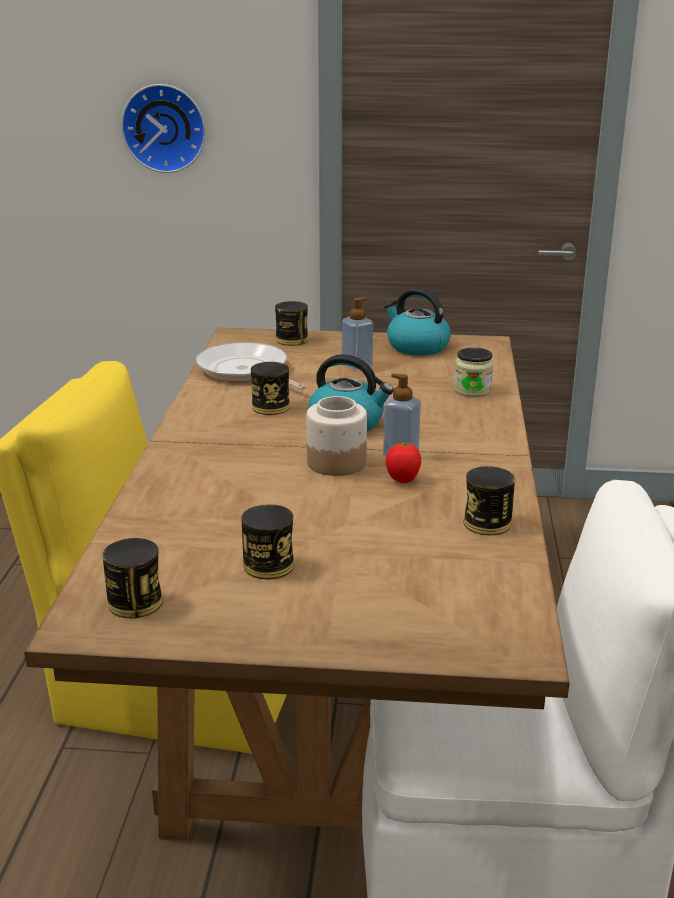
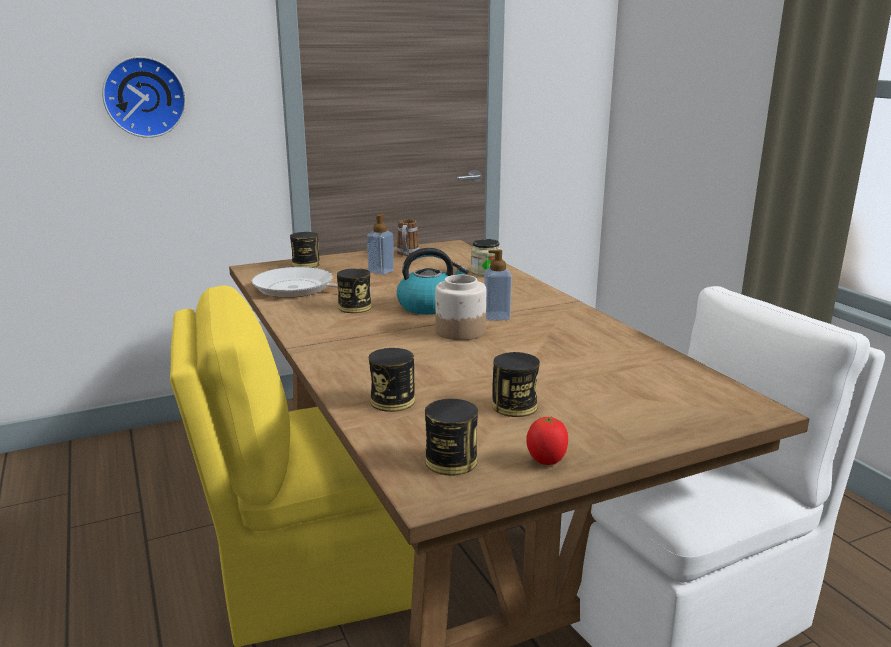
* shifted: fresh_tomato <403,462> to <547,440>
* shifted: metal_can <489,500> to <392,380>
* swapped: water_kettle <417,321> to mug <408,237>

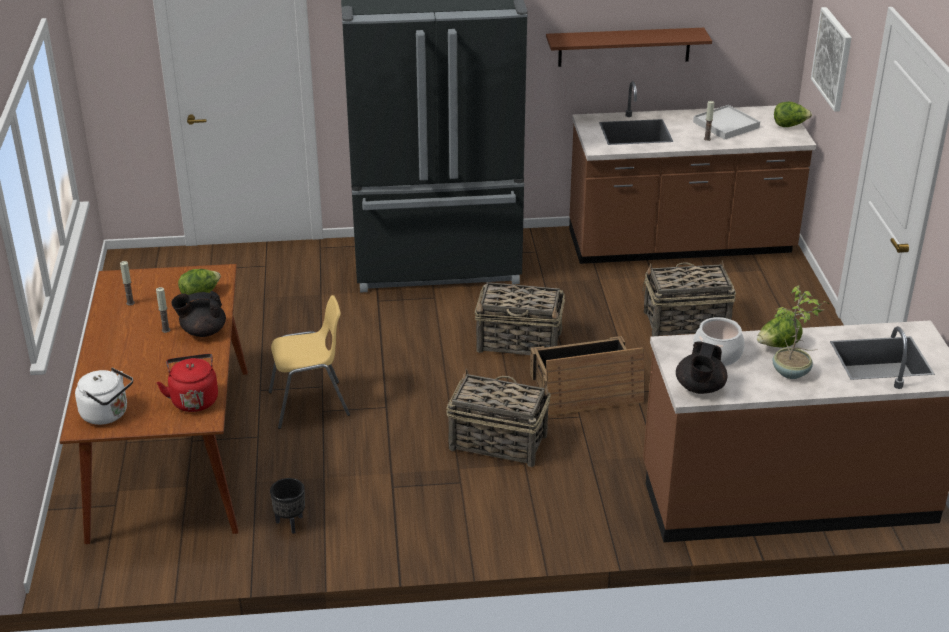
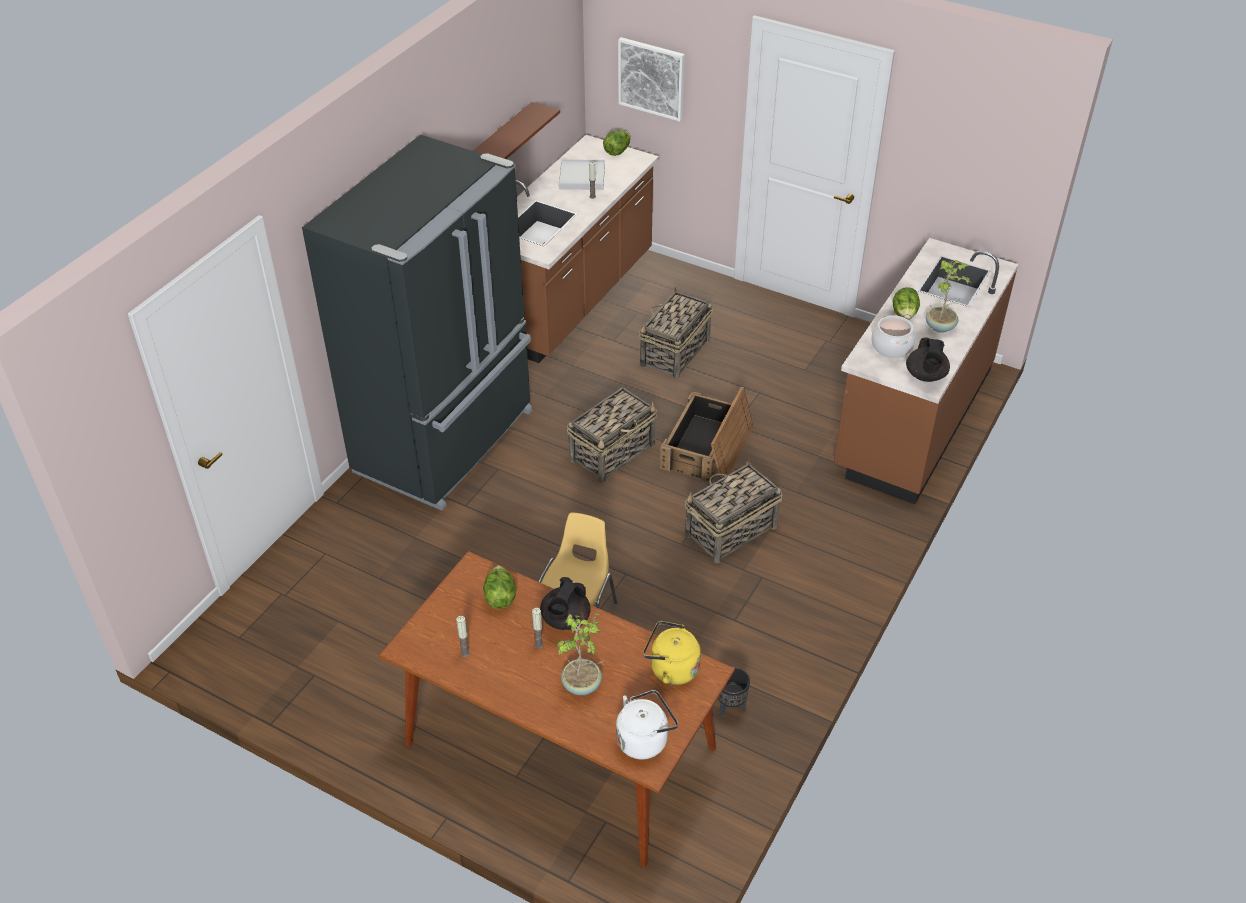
* new: potted_plant <579,654>
* repainted: red_water_kettle <187,383> to yellow_water_kettle <672,653>
* rotated: blackish_tea_pot <701,367> = <928,360> 45 degrees clockwise

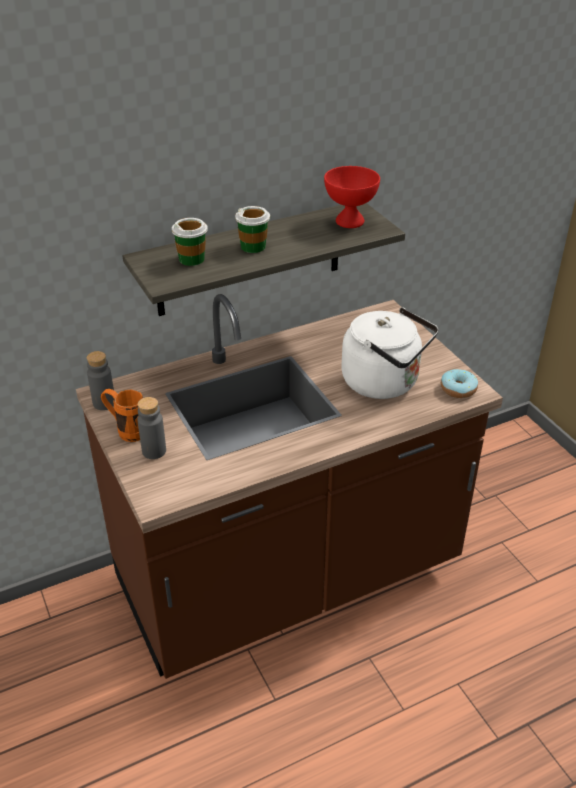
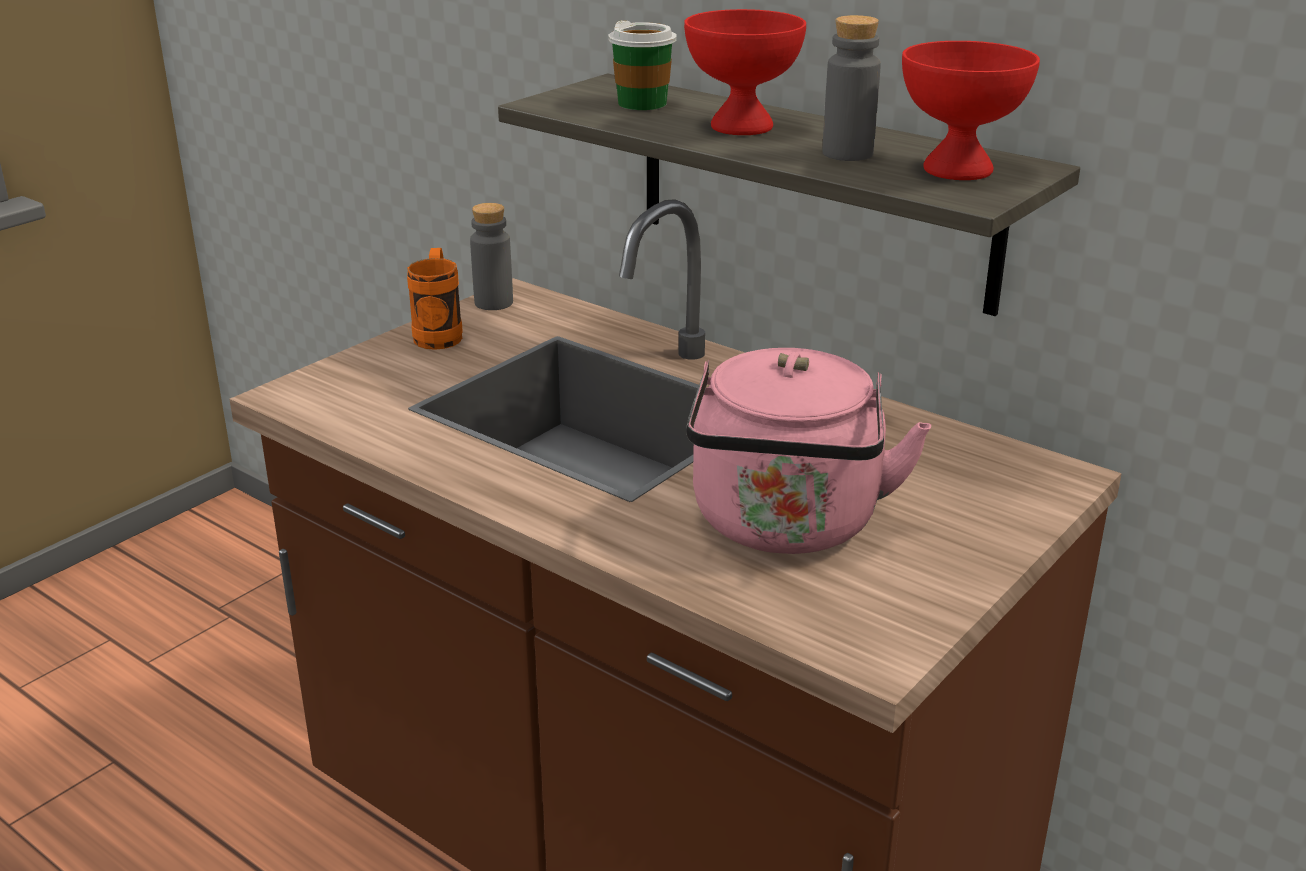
* gone: doughnut <459,383>
* shifted: grey_beverage_bottle <151,428> to <852,88>
* swapped: cup <252,229> to red_deep_dish <745,72>
* repainted: white-coloured_water_kettle <390,353> to pink-coloured_water_kettle <808,451>

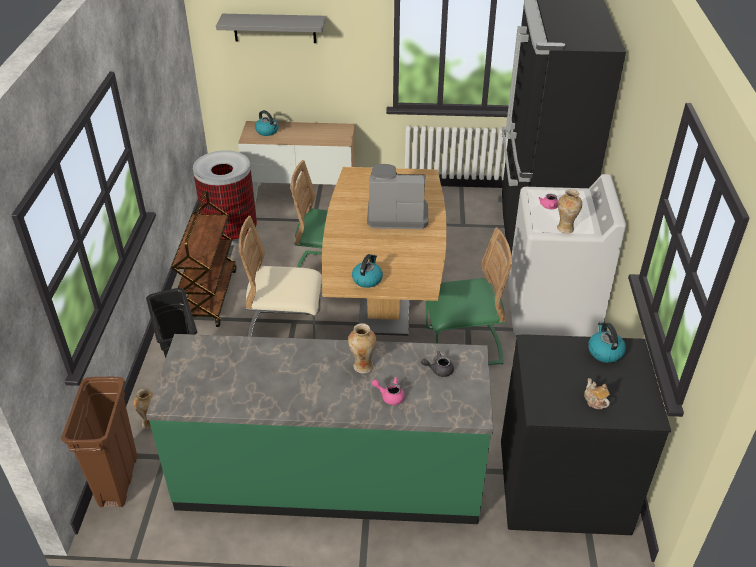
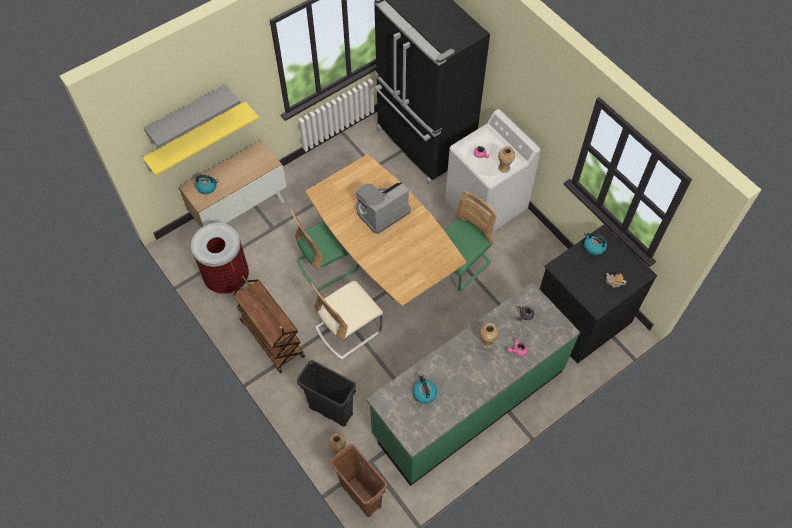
* new: yellow_shelf <200,138>
* shifted: water_kettle <367,271> to <425,389>

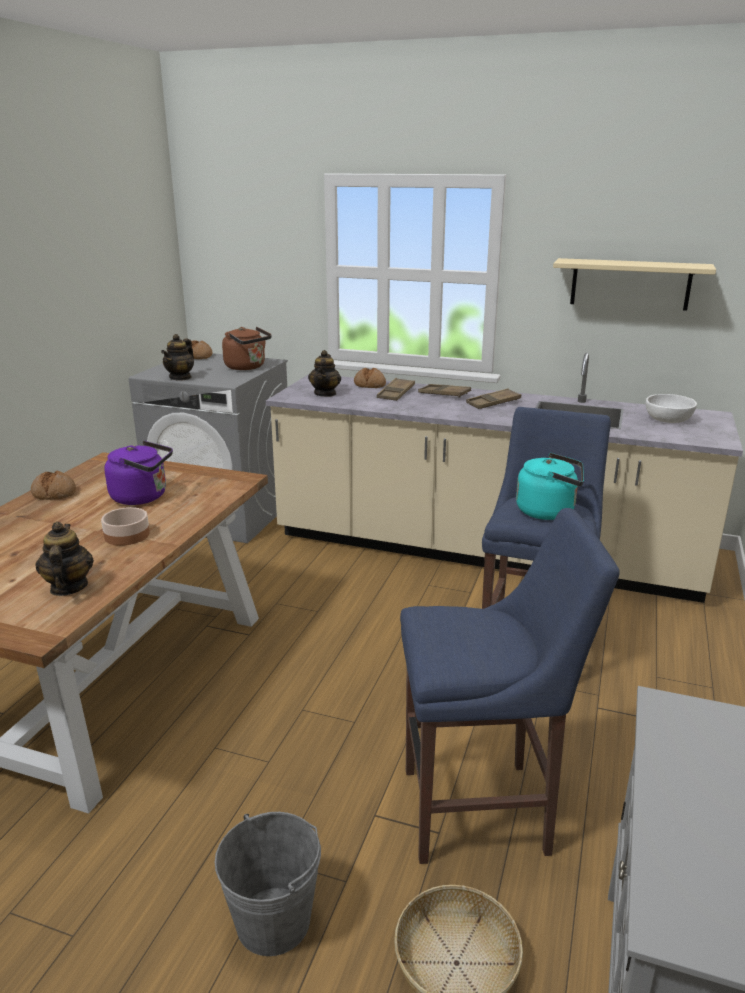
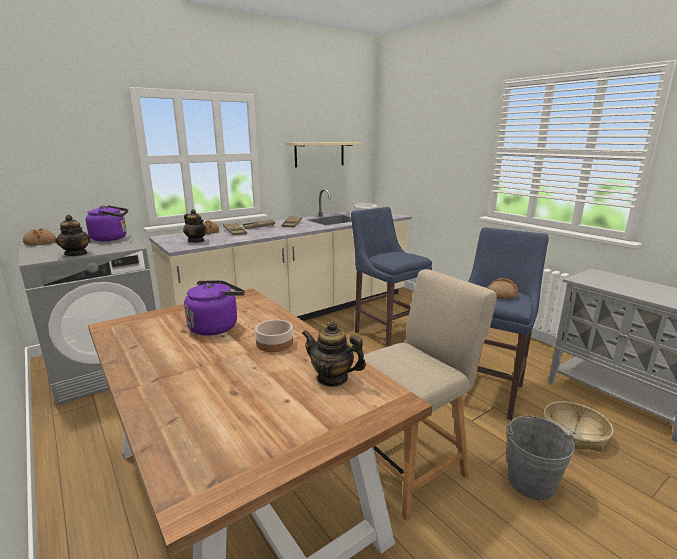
* gone: turquoise_water_kettle <550,486>
* new: sand-coloured_upright_chair <421,395>
* shifted: bakery_bread <53,485> to <502,288>
* repainted: brown-coloured_water_kettle <247,348> to purple_water_kettle <106,223>

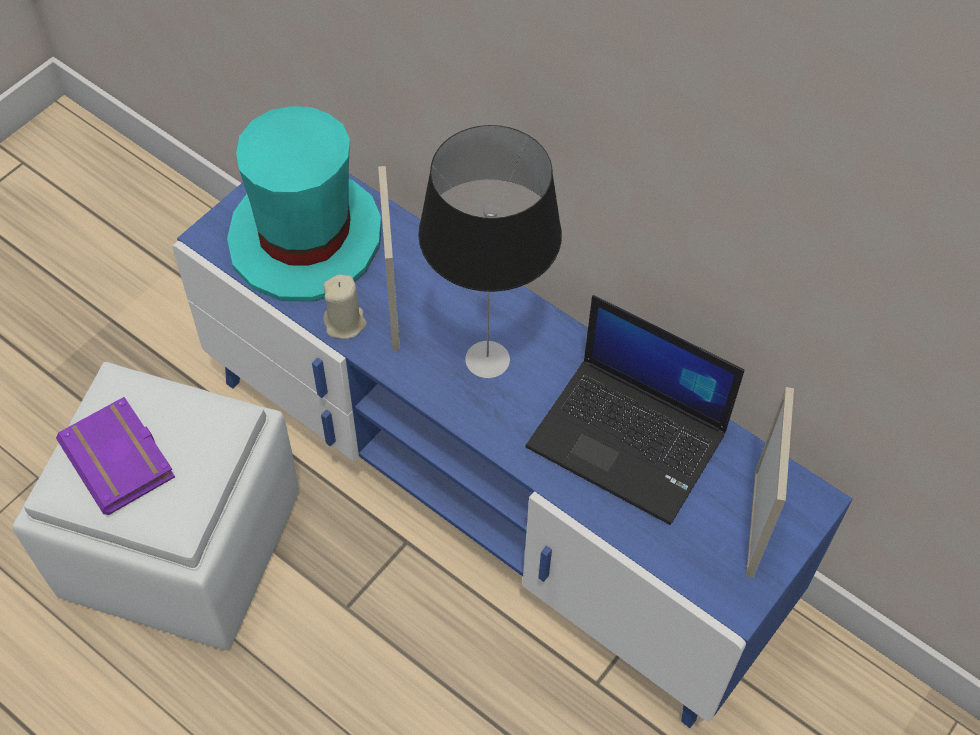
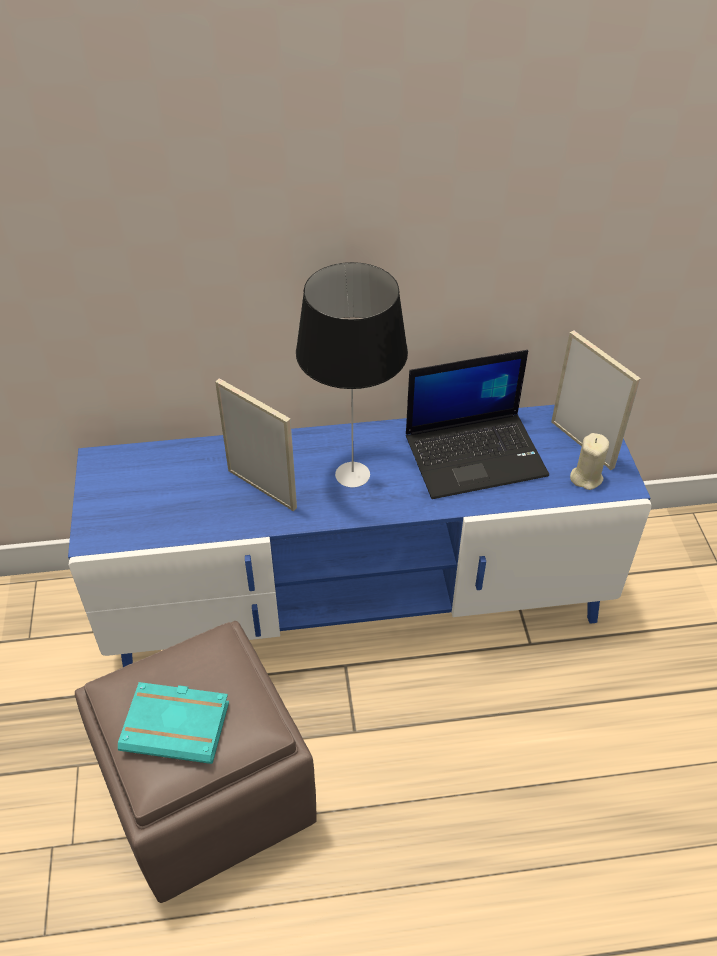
* gone: turquoise_clothing_hat <304,204>
* shifted: sand-coloured_candle <345,306> to <589,461>
* repainted: white-coloured_footrest <155,506> to brown-coloured_footrest <196,762>
* repainted: purple_book <115,456> to turquoise_book <173,723>

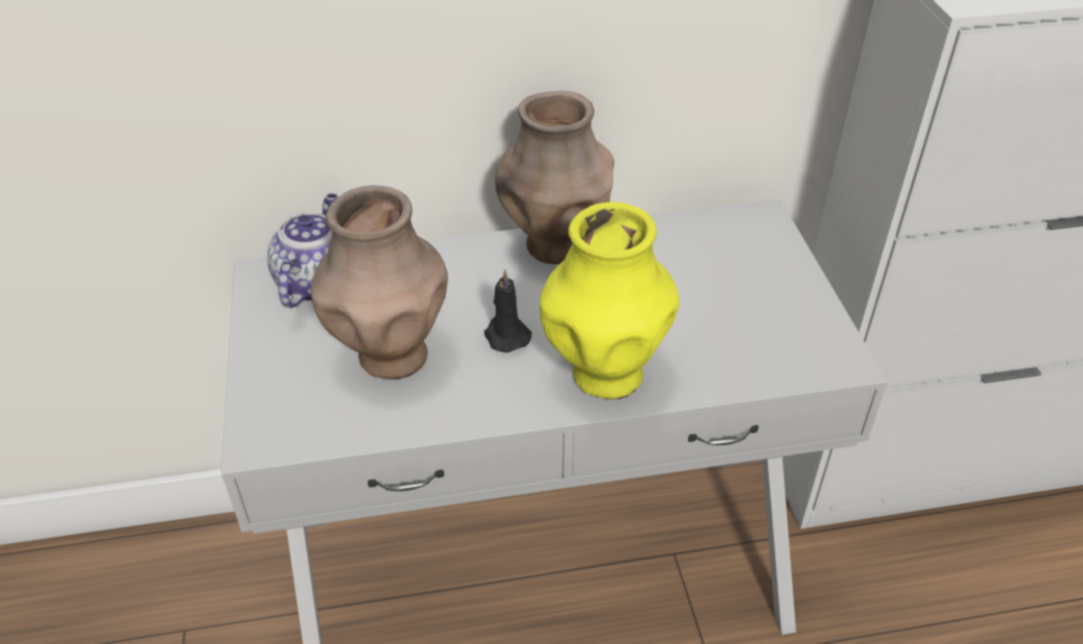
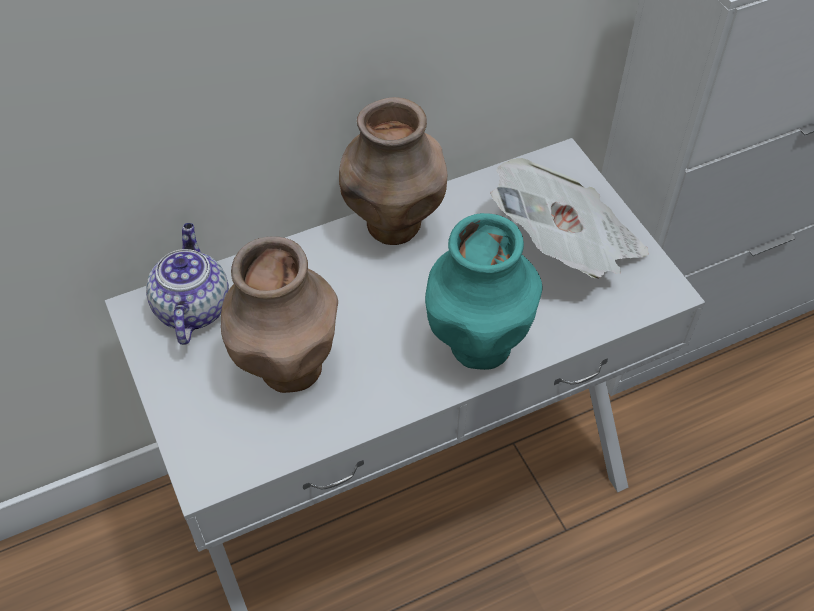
* gone: blackish_candle <508,311>
* new: printed_paper <569,218>
* repainted: yellow_decorative_vase <609,300> to turquoise_decorative_vase <484,291>

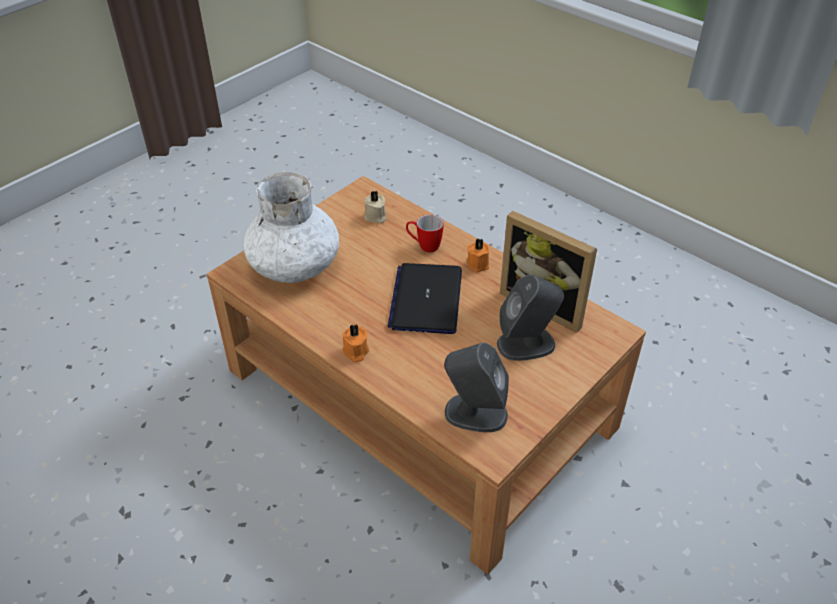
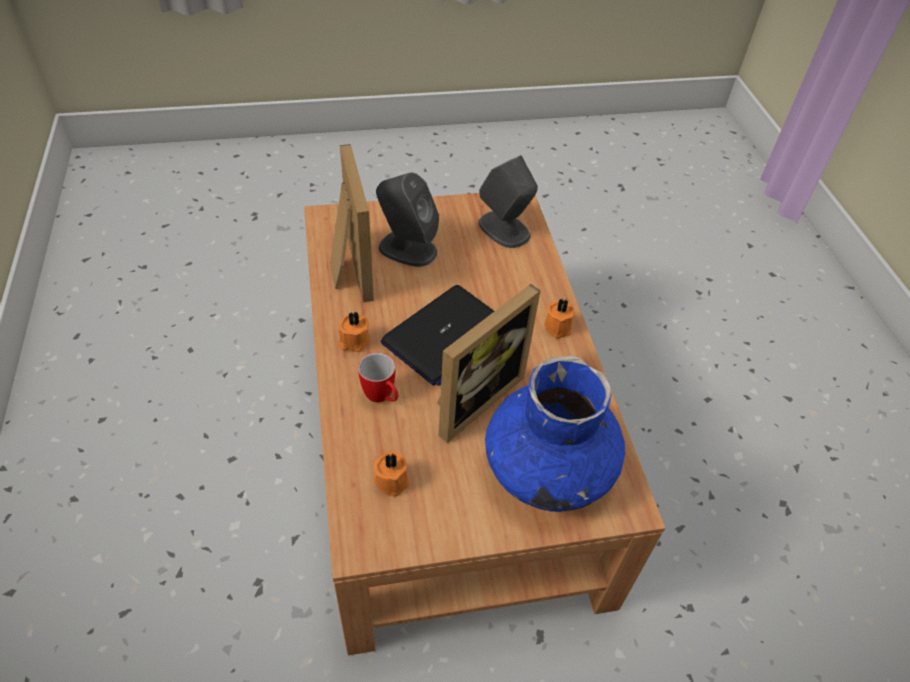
* new: standing_frame <489,363>
* repainted: white-coloured_decorative_vase <291,227> to blue-coloured_decorative_vase <555,433>
* repainted: sand-coloured_candle <375,207> to orange-coloured_candle <392,474>

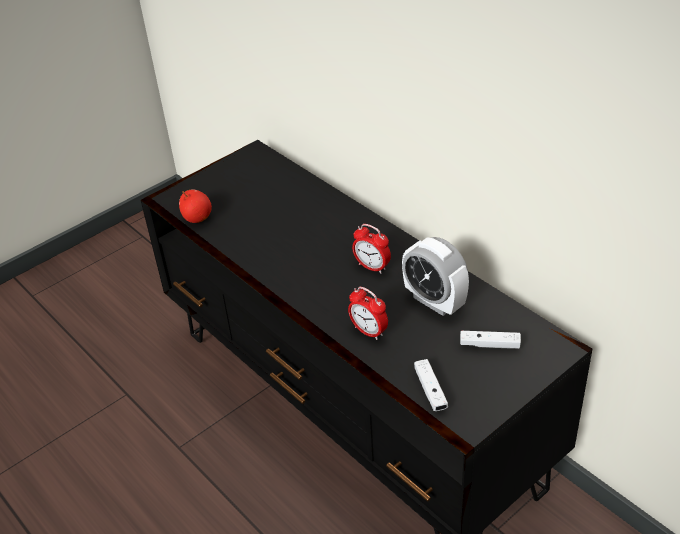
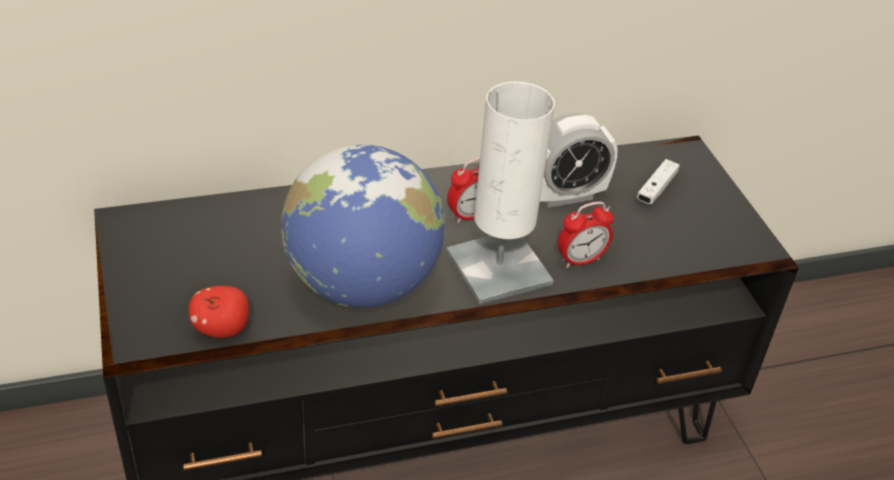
* gone: white-coloured_gamepad <431,385>
* new: globe <363,225>
* new: white-coloured_tabletop_lamp <500,192>

